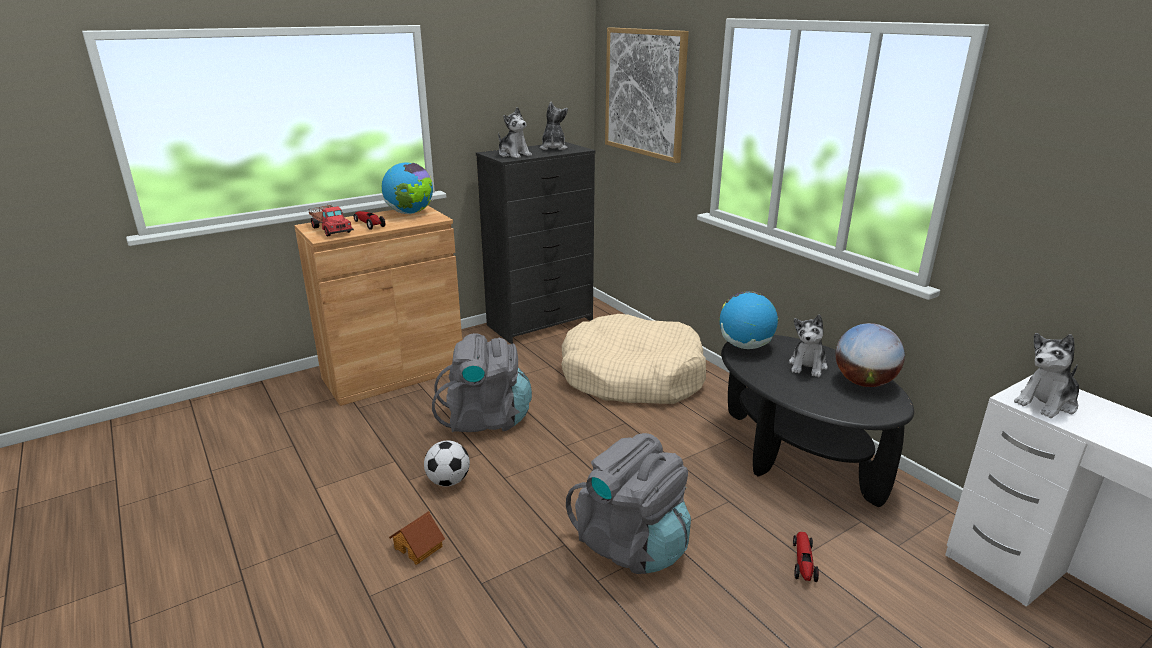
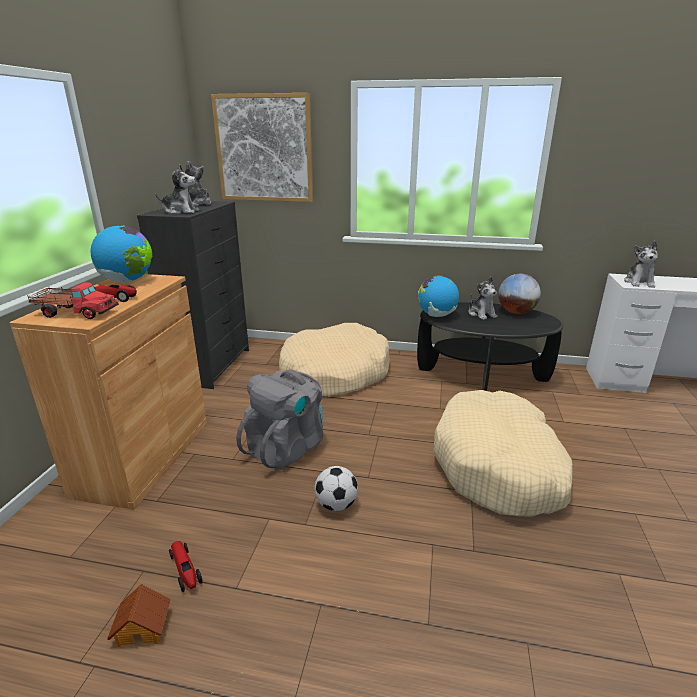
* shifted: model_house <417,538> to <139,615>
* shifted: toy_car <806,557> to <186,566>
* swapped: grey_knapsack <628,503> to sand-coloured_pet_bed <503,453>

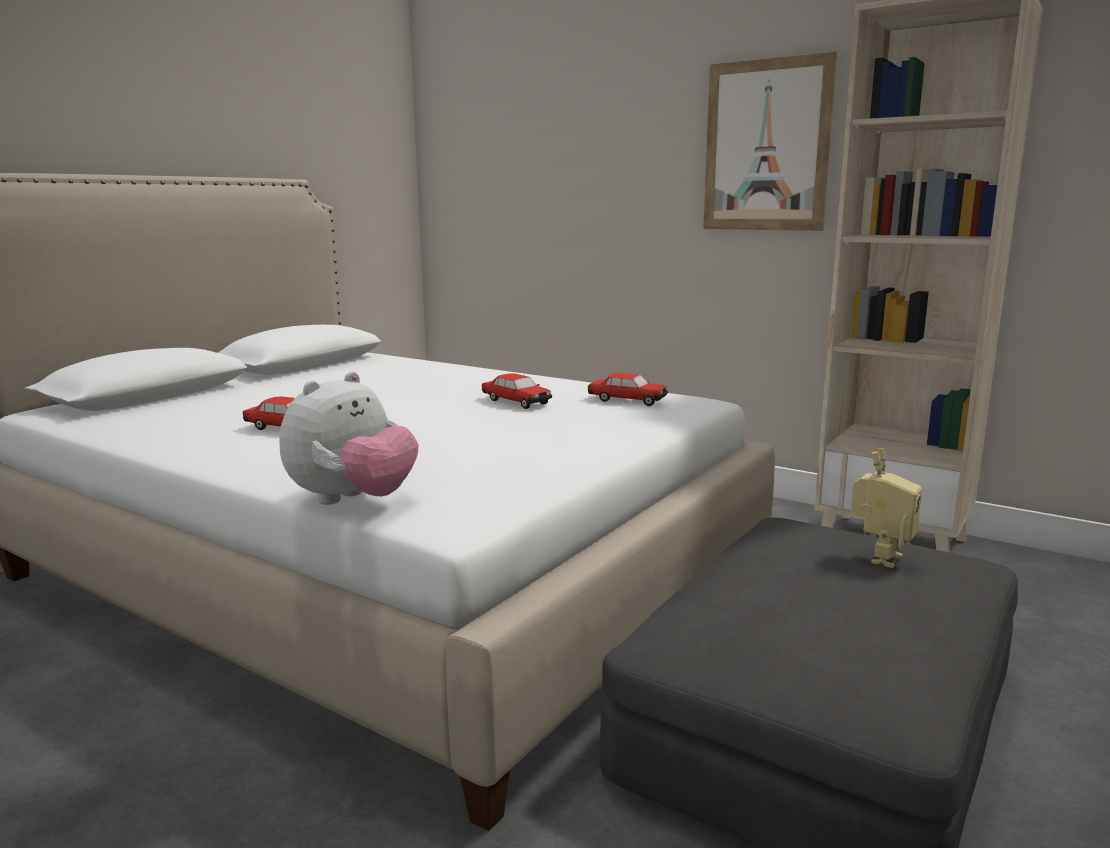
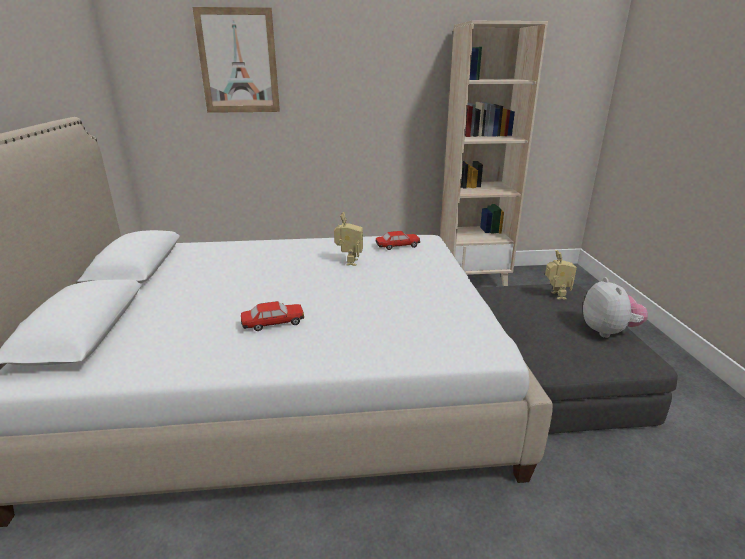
* shifted: soft_toy <348,438> to <615,307>
* shifted: picture <770,141> to <236,60>
* swapped: toy_car <517,391> to toy_robot <348,239>

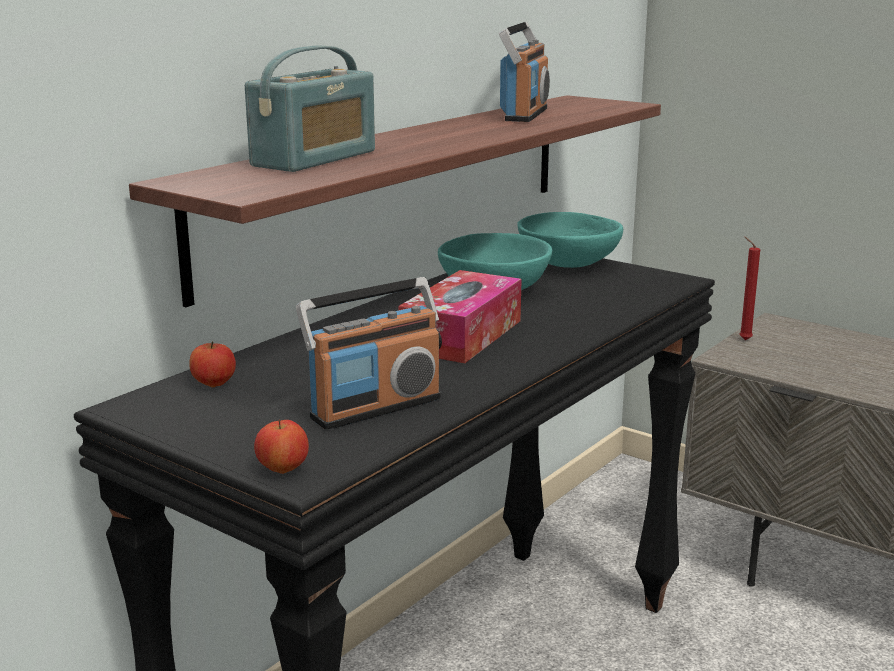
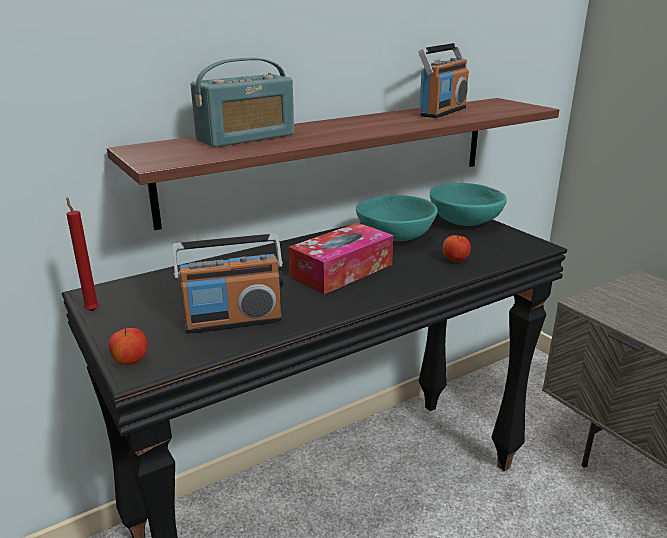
* shifted: whole_apple <212,364> to <457,248>
* shifted: red_candle <749,288> to <82,255>

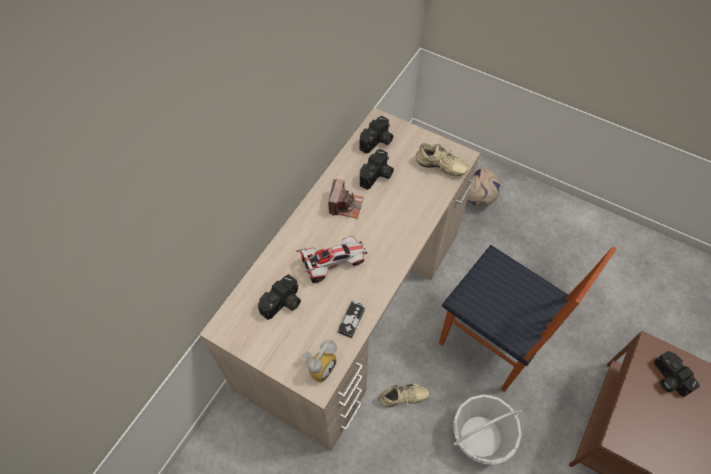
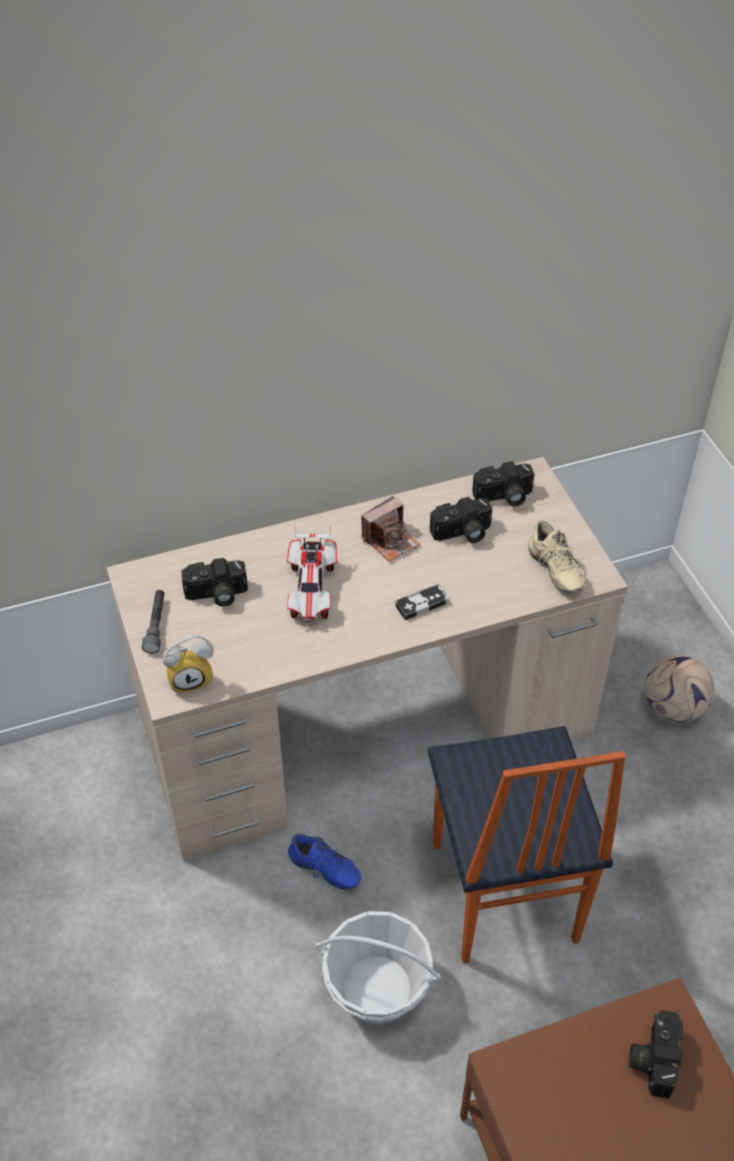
* new: grey_flashlight <153,622>
* shifted: gamepad <352,319> to <422,602>
* repainted: sand-coloured_low_shoe <403,396> to blue-coloured_low_shoe <324,861>
* rotated: toy_car <331,259> = <312,573> 75 degrees clockwise

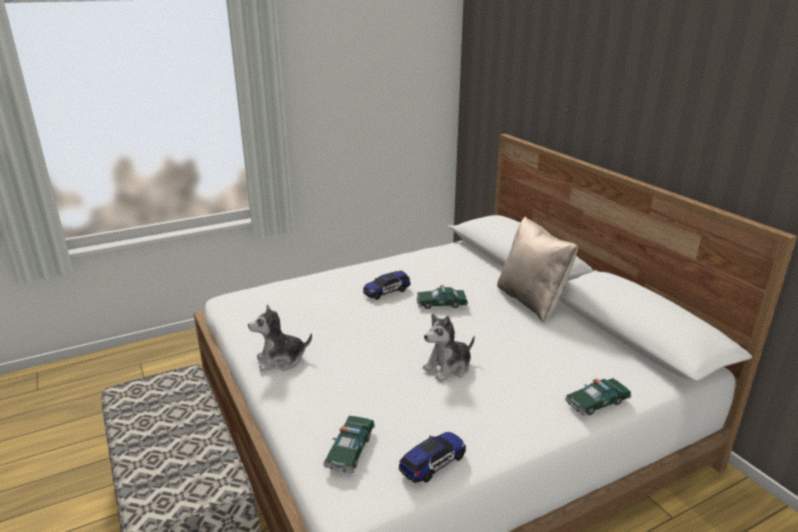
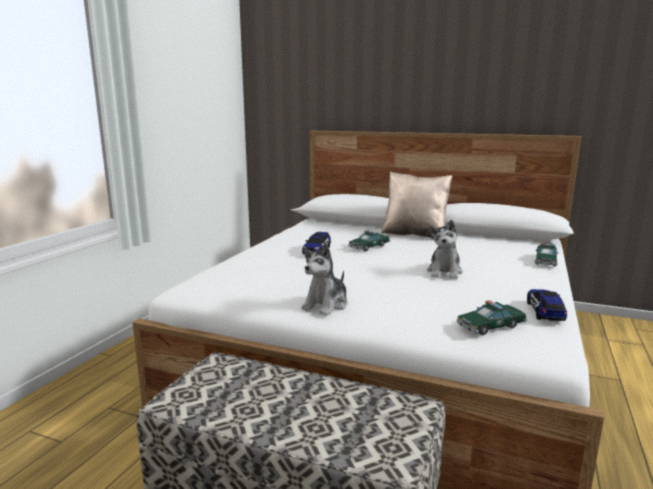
* rotated: toy_car <349,444> = <492,317> 90 degrees clockwise

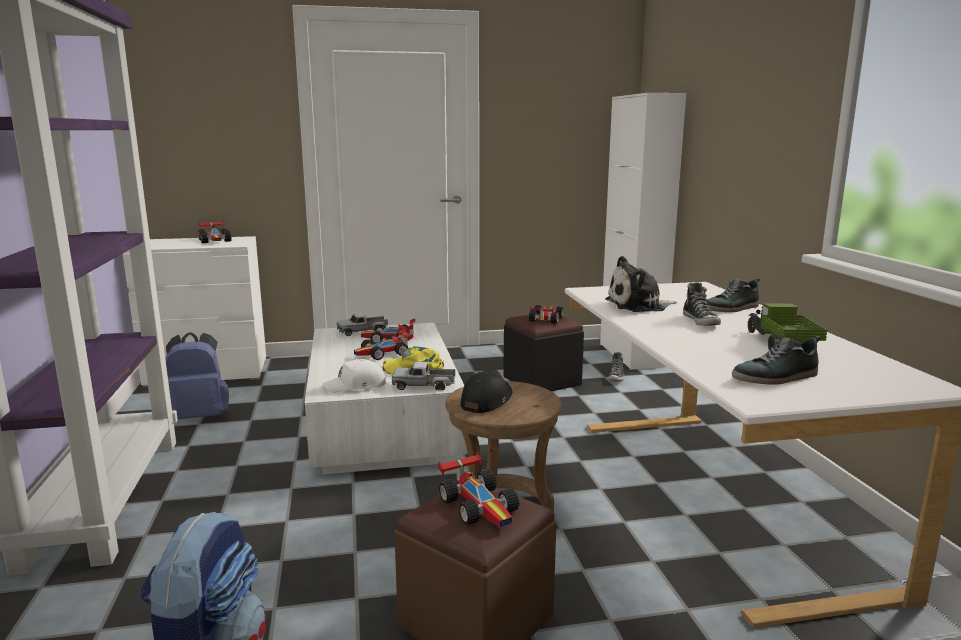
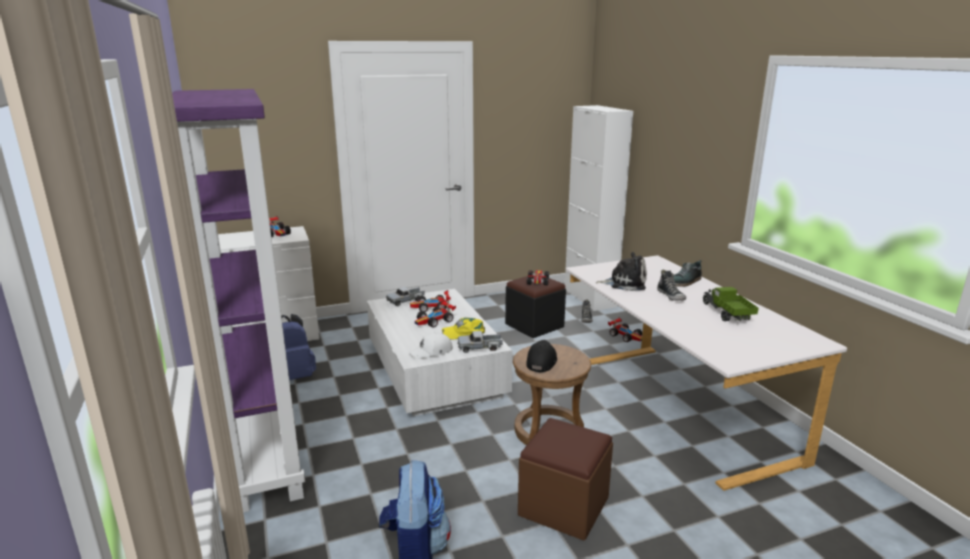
* gone: low_shoe <776,360>
* shifted: toy_car <478,489> to <625,329>
* rotated: soft_toy <641,284> = <621,271> 150 degrees counterclockwise

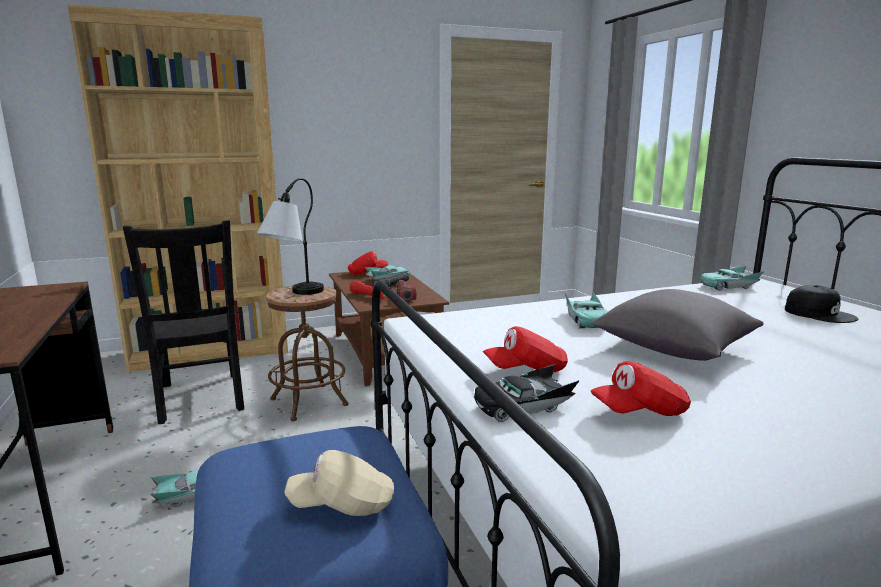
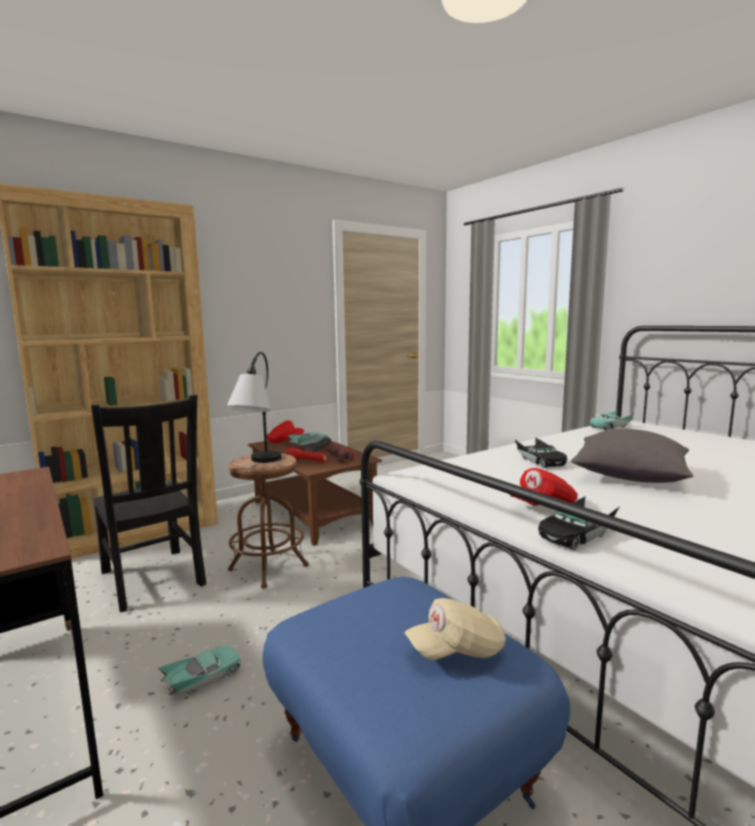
* gone: red_baseball_cap <641,388>
* gone: blackish_baseball_cap <821,304>
* repainted: turquoise_toy_car <586,310> to blackish_toy_car <541,452>

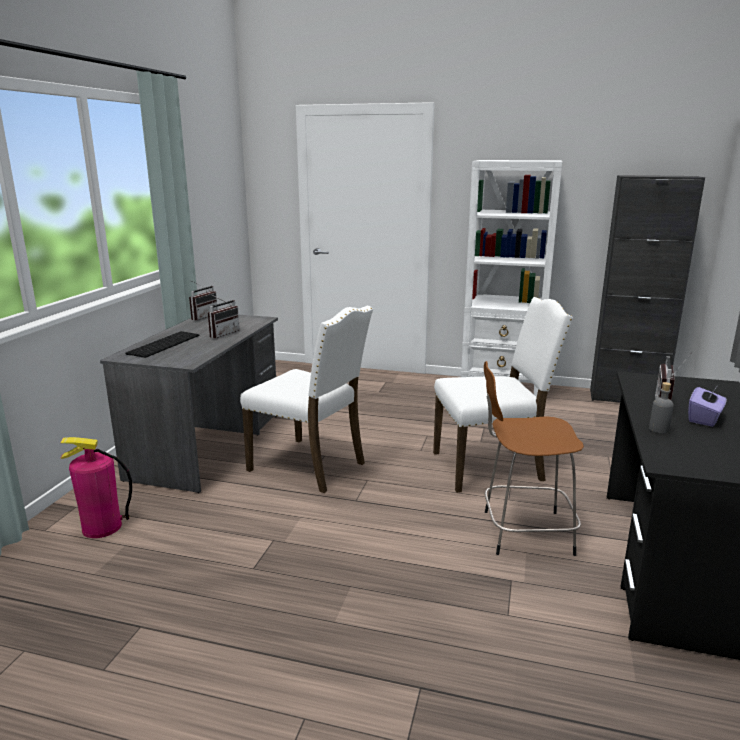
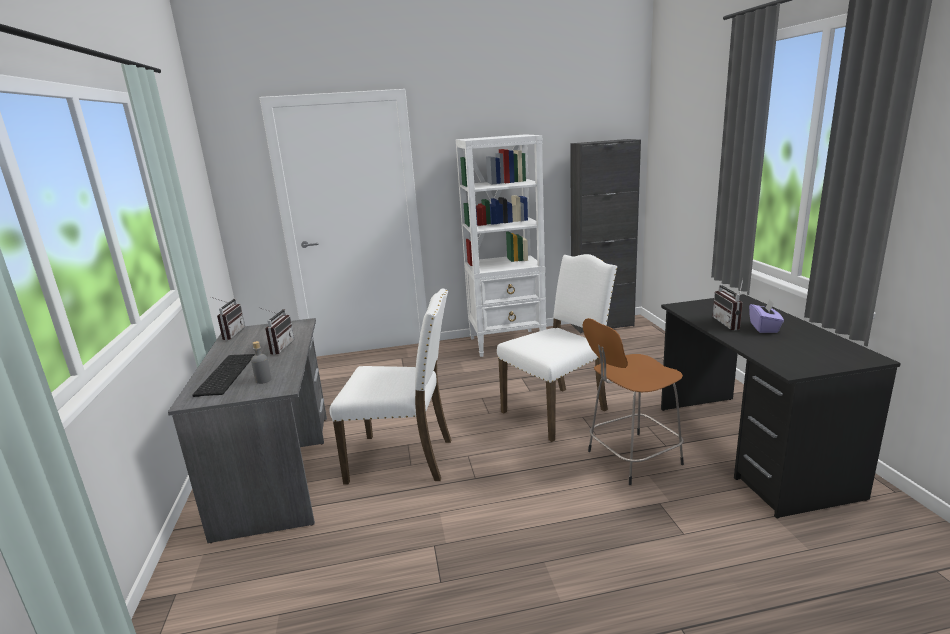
* gone: fire-fighting_cylinder <96,487>
* shifted: grey_beverage_bottle <661,408> to <261,362>

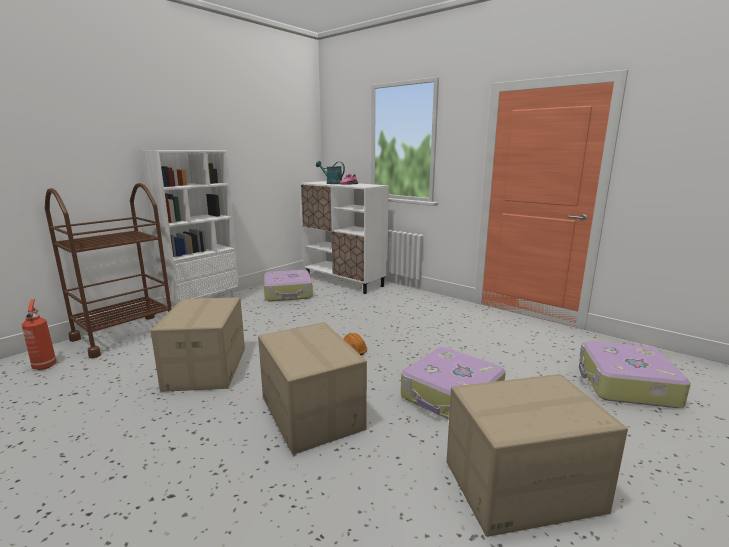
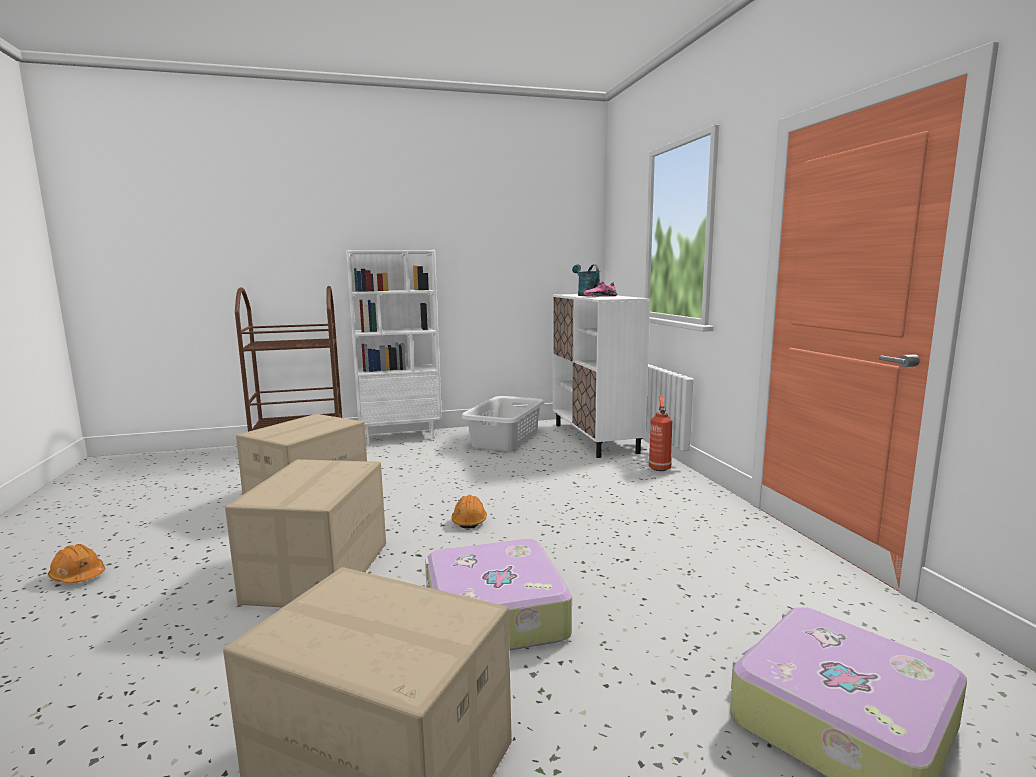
* new: orange-coloured_work_helmet <76,563>
* shifted: fire-fighting_cylinder <39,334> to <660,433>
* swapped: travel_case <288,286> to grey_hamper <503,423>

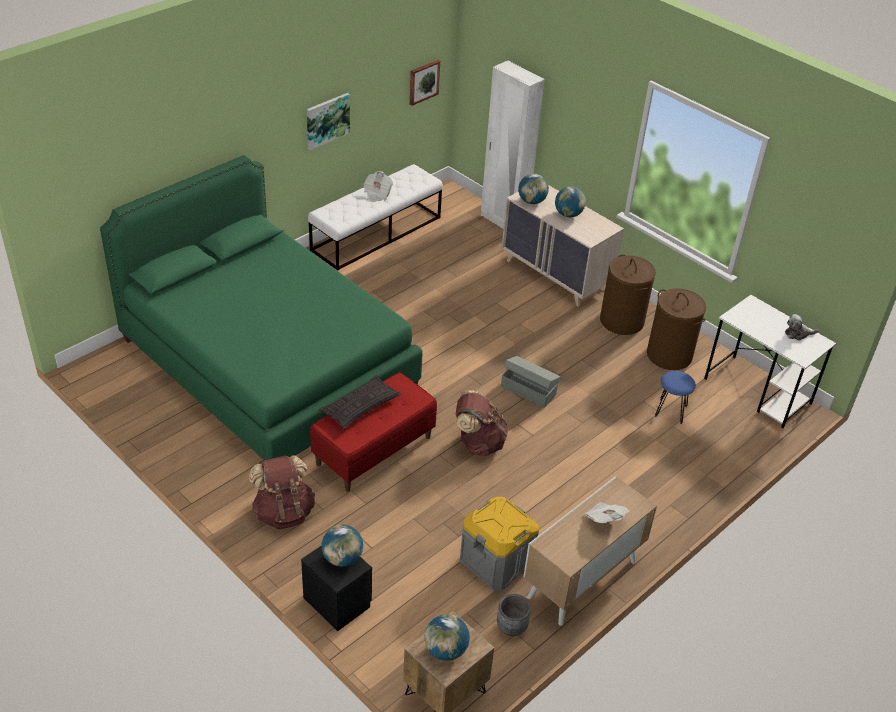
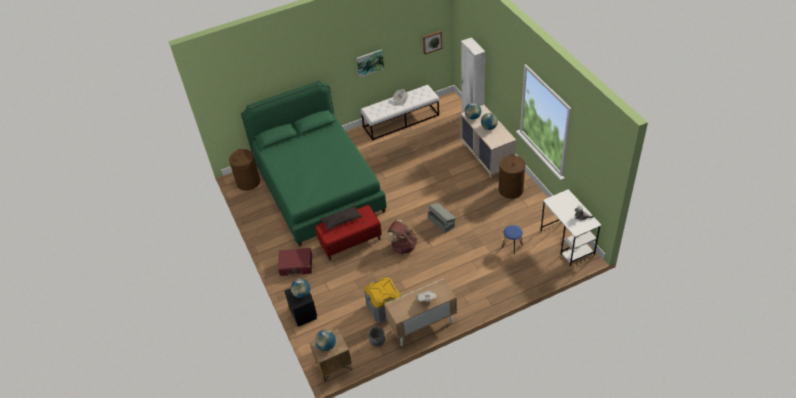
* shifted: brown-coloured_hamper <676,329> to <244,170>
* swapped: brown-coloured_knapsack <282,492> to red_travel_case <295,262>

